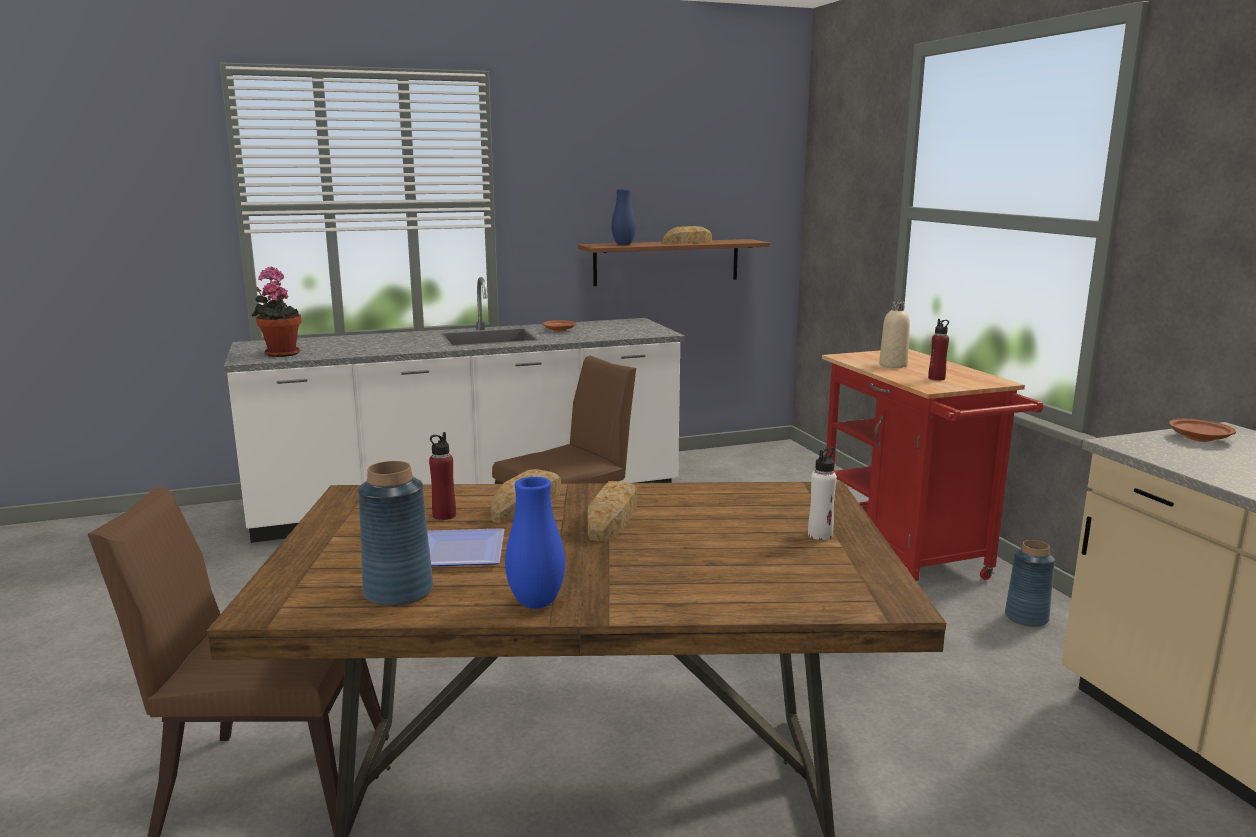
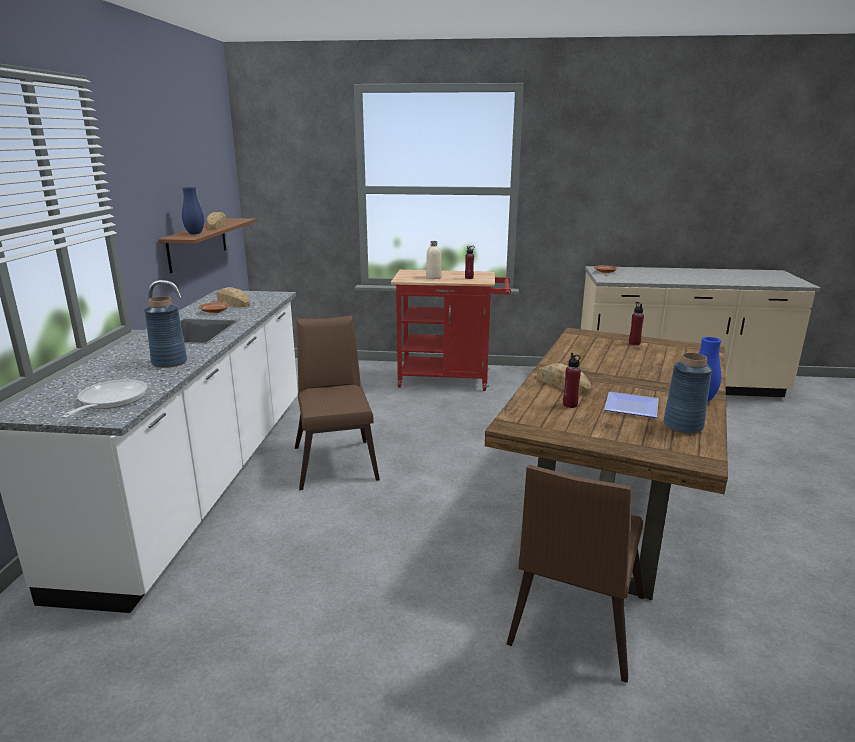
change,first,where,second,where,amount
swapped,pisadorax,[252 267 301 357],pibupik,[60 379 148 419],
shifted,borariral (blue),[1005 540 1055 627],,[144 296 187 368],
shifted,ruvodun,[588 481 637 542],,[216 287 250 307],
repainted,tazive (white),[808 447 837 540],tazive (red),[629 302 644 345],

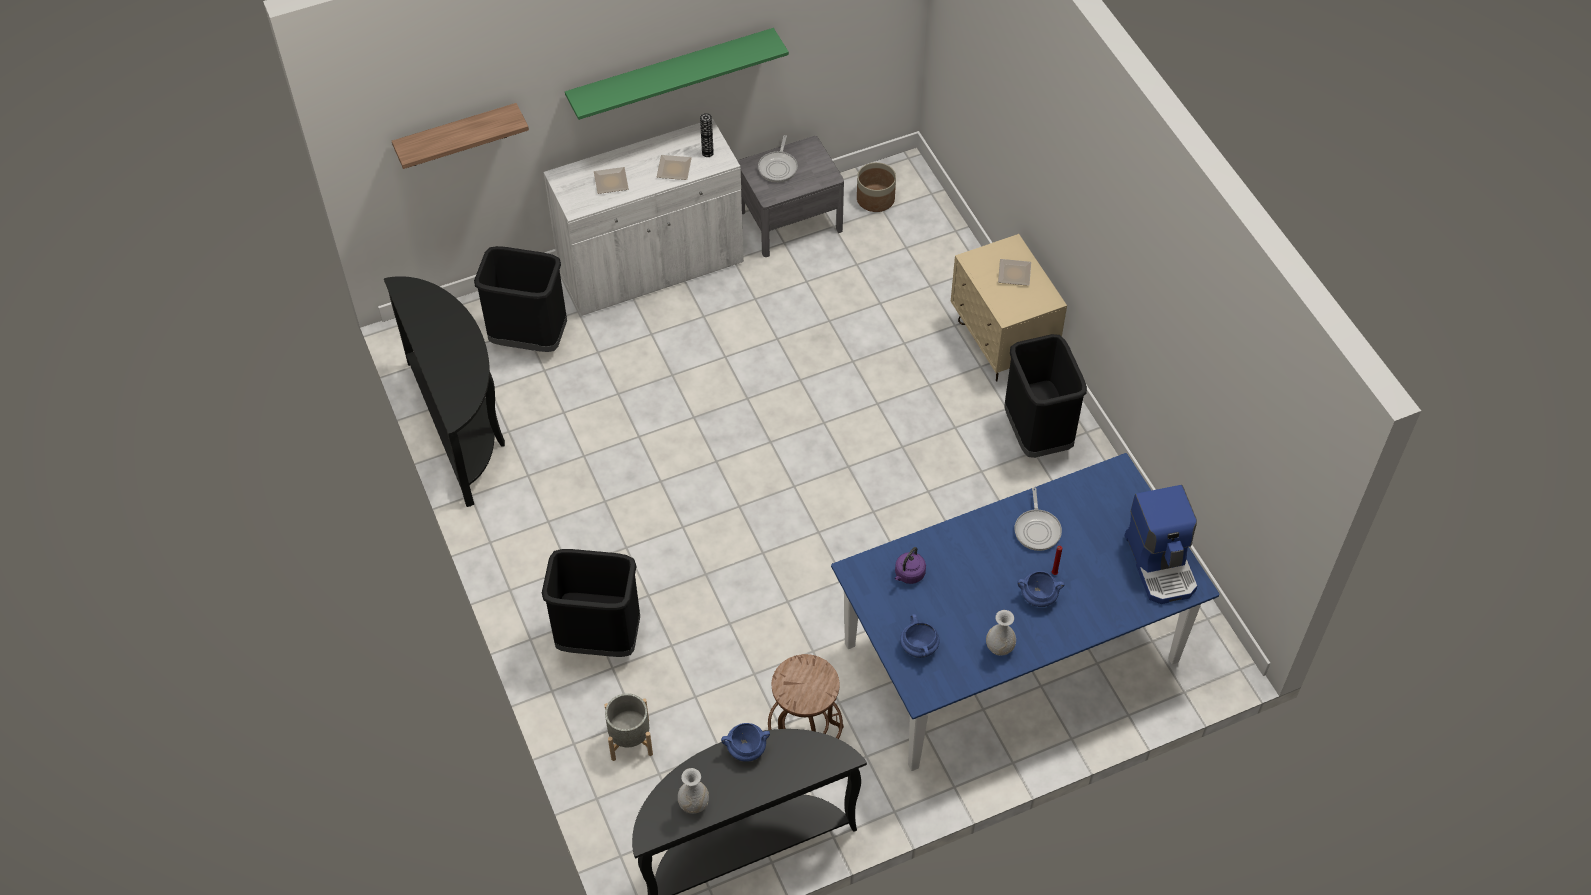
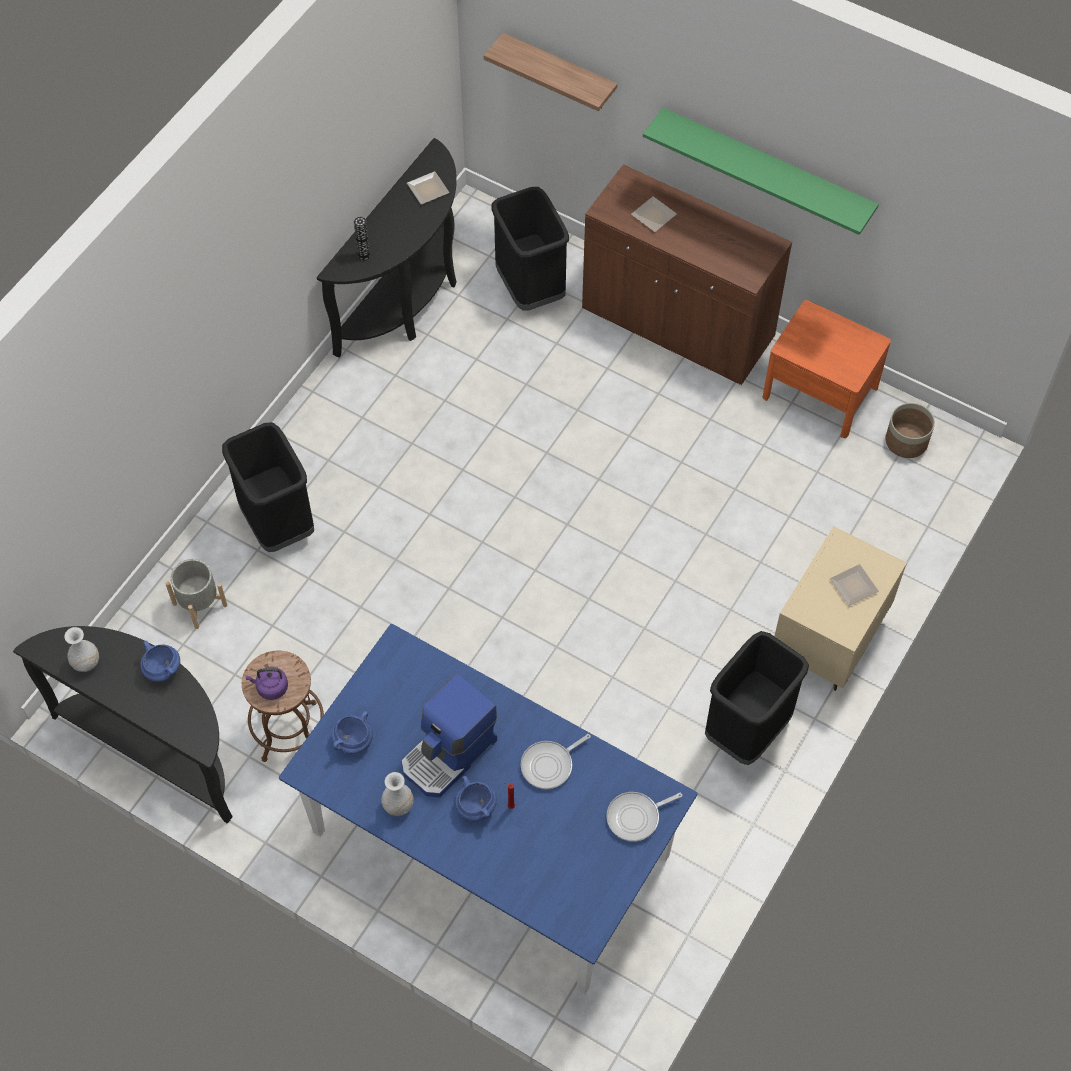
change,first,where,second,where,amount
shifted,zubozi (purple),[895 547 926 584],,[245 667 288 700],
shifted,borariral,[700 113 714 157],,[354 217 370 261],
shifted,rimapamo,[1125 485 1198 604],,[401 673 497 797],
shifted,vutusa,[657 155 692 180],,[407 171 449 205],
repainted,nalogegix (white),[543 119 744 316],nalogegix (brown),[582 164 792 385],
shifted,pibupik,[758 135 798 183],,[607 792 682 842],
repainted,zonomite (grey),[738 136 844 257],zonomite (orange),[763 300 891 438],

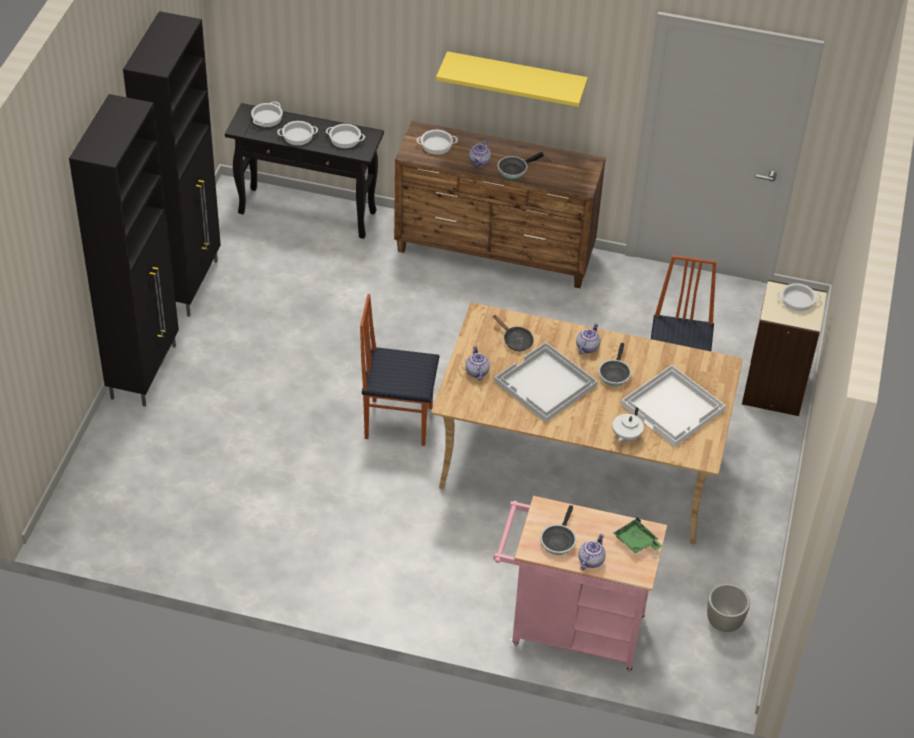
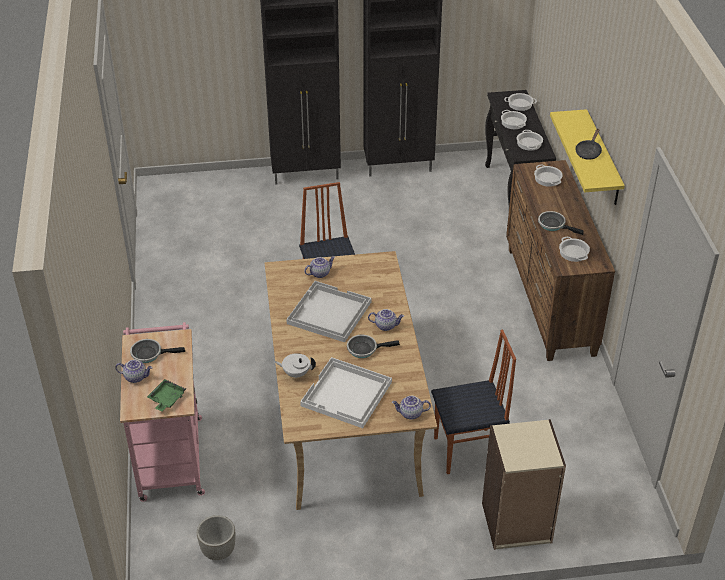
change,first,where,second,where,amount
shifted,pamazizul,[469 140 491 167],,[392 396 431 420],
shifted,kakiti,[777 283 821 312],,[559 237 590 262],
shifted,pibupik (black),[493 315 534 351],,[575 128 602 160],

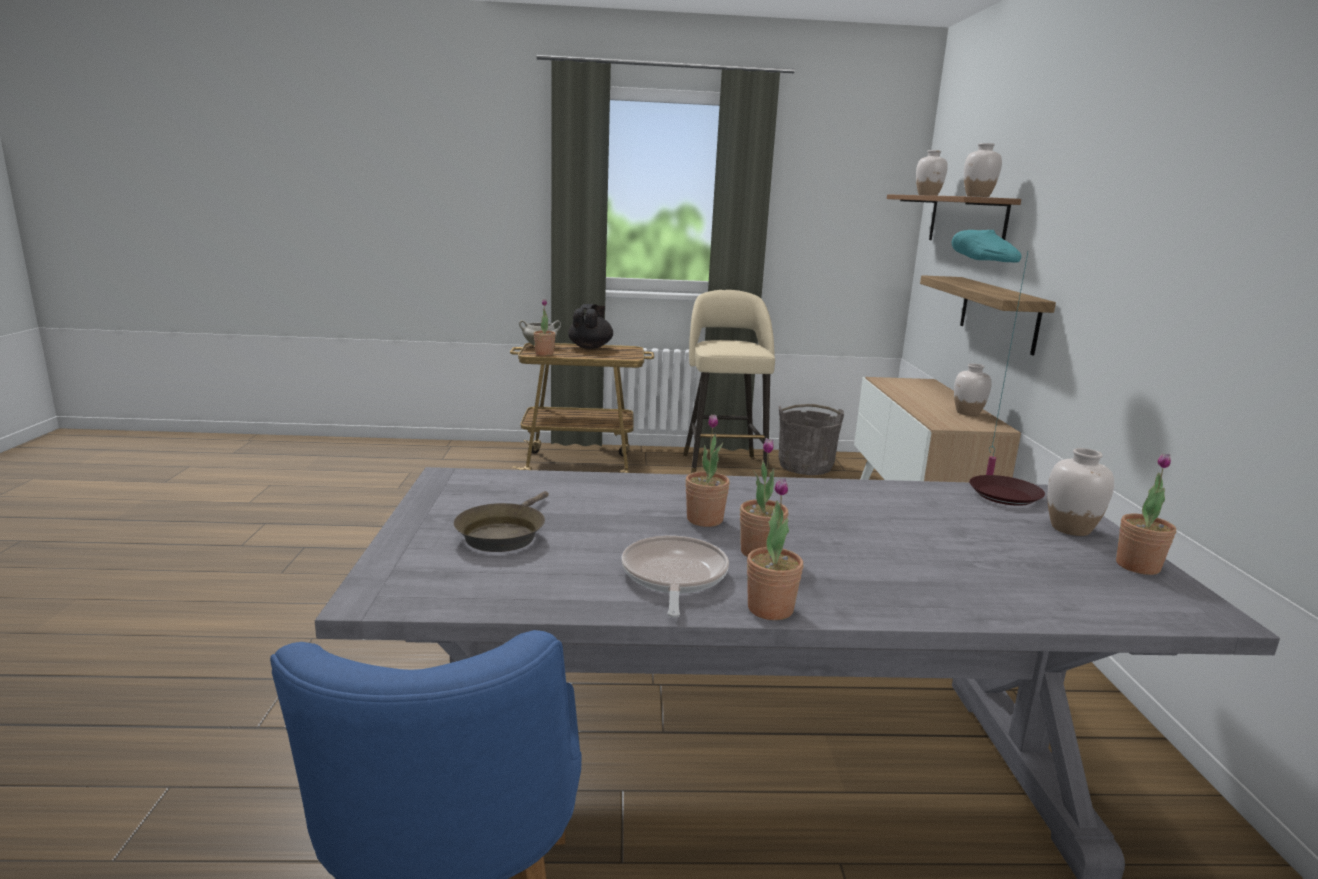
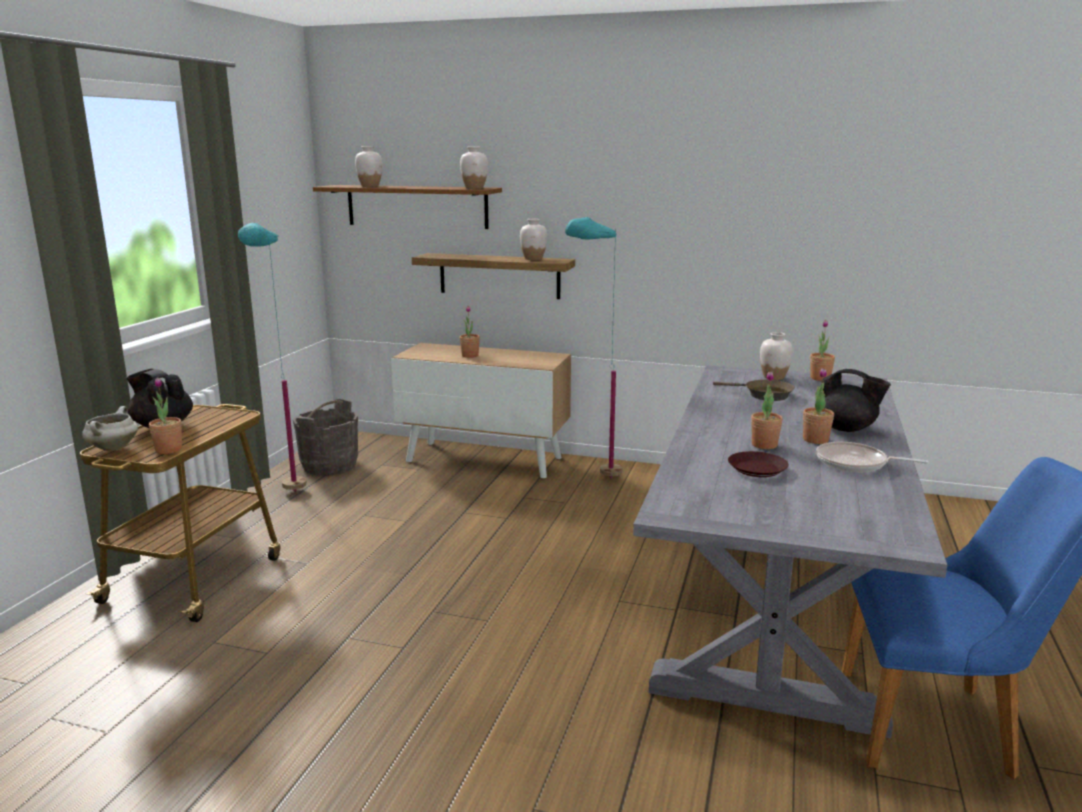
change,first,where,second,where,amount
swapped,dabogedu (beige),[683 290 775 477],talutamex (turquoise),[238 223 307 492],
shifted,pisadorax,[747 478 803 620],,[460 306 480 358],
shifted,borariral (white),[954 364 992 416],,[520 219 547 260],
shifted,pibupik (brown),[454 491 549 552],,[713 380 795 401],
shifted,vutusa (brown),[969 475 1045 506],,[728 451 789 477],
new,,,pamazizul (black),[822 369 891 432],

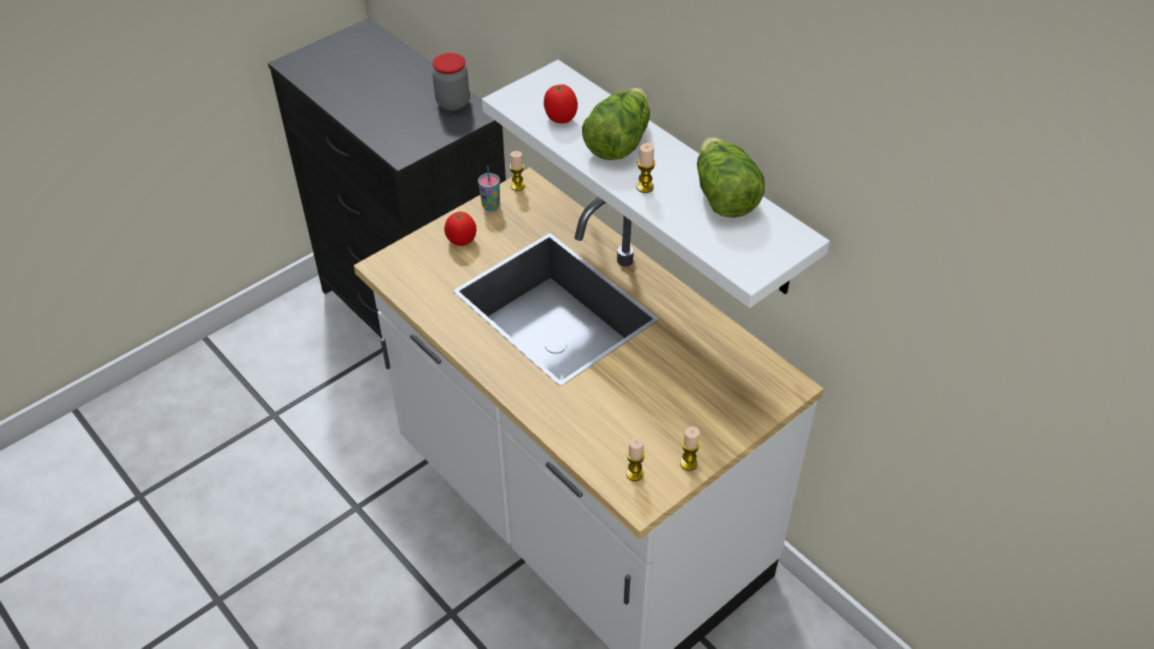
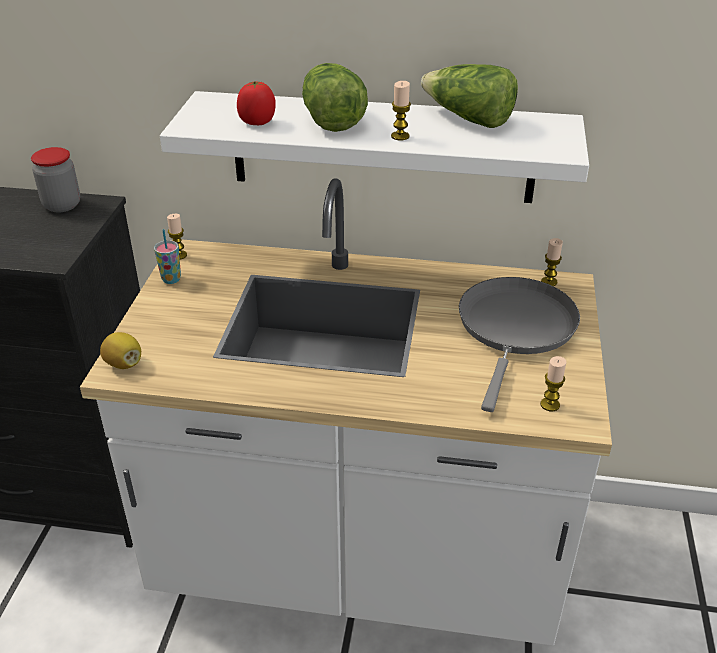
change,first,where,second,where,amount
new,,,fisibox,[100 332 141 369],
new,,,pibupik (grey),[459 277 580 412],
shifted,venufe,[680 426 700 471],,[541 238 563 286],
gone,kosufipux,[444 212 476 246],,,

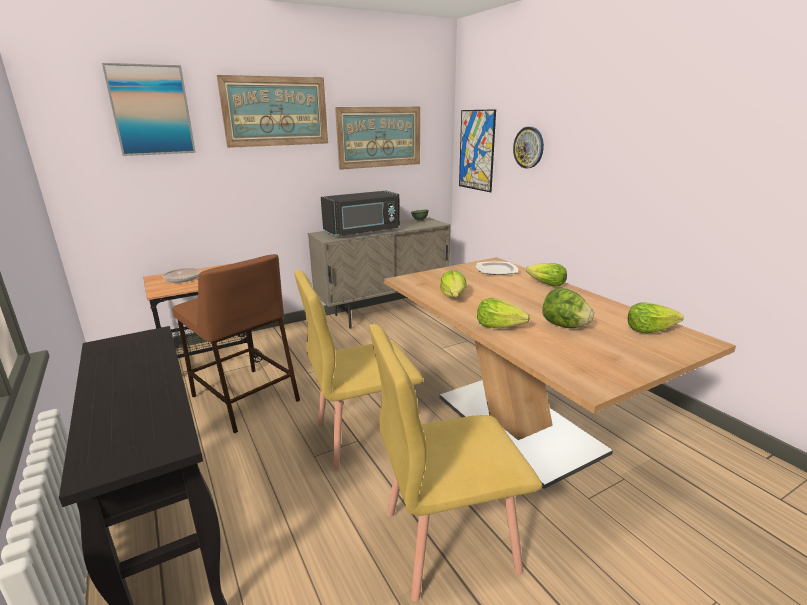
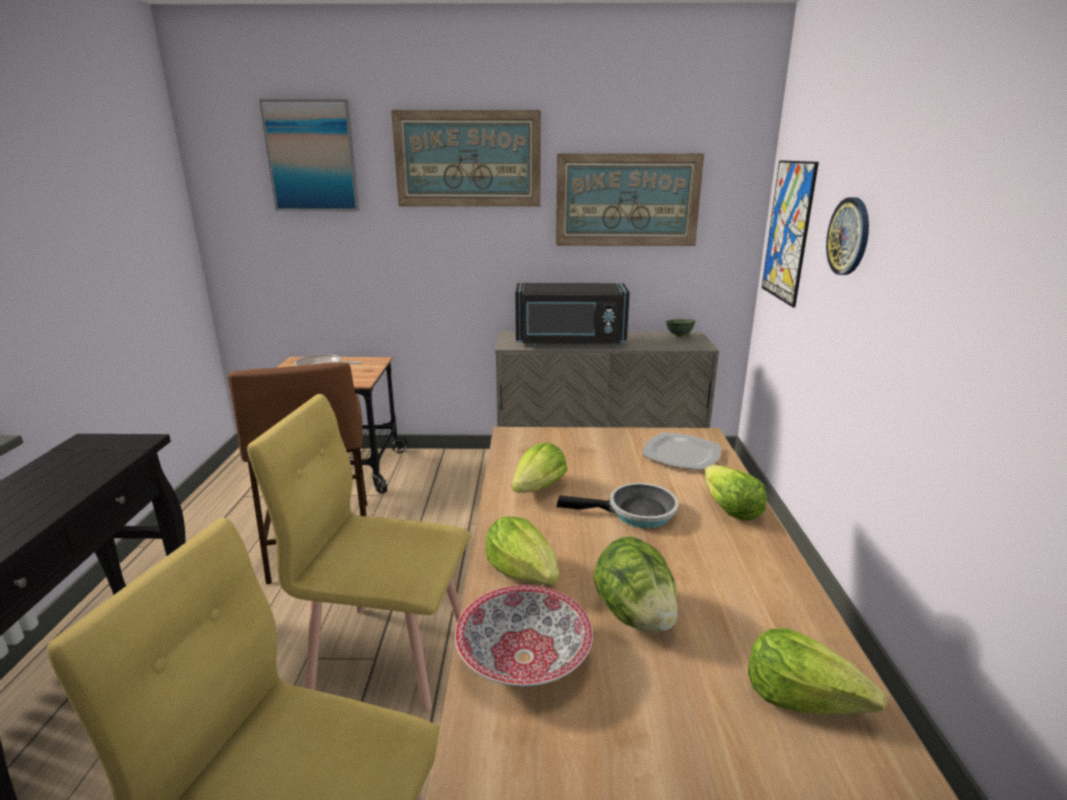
change,first,where,second,where,amount
new,,,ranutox,[455 585 593 687],
new,,,pibupik,[556 483 679 528],

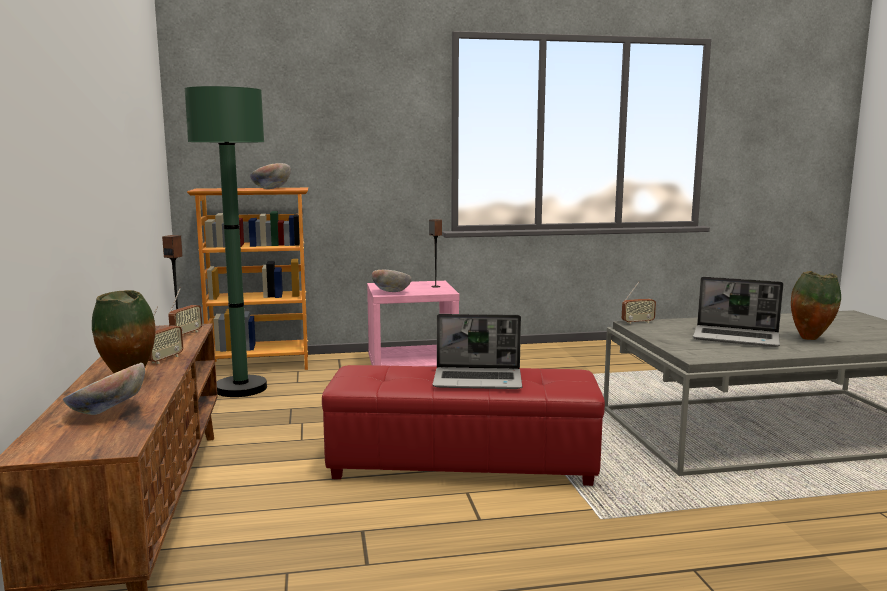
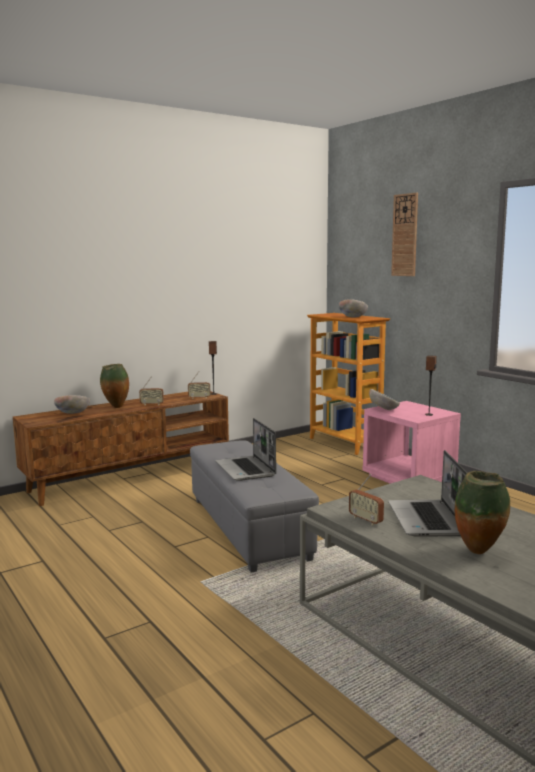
change,first,where,second,where,amount
repainted,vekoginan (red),[322 365 605 486],vekoginan (grey),[190 440 319 572],
shifted,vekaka,[622 282 656 324],,[349 474 384 526],
new,,,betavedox,[391 193 418 276],
gone,talutamex (green),[185 86 267 397],,,

